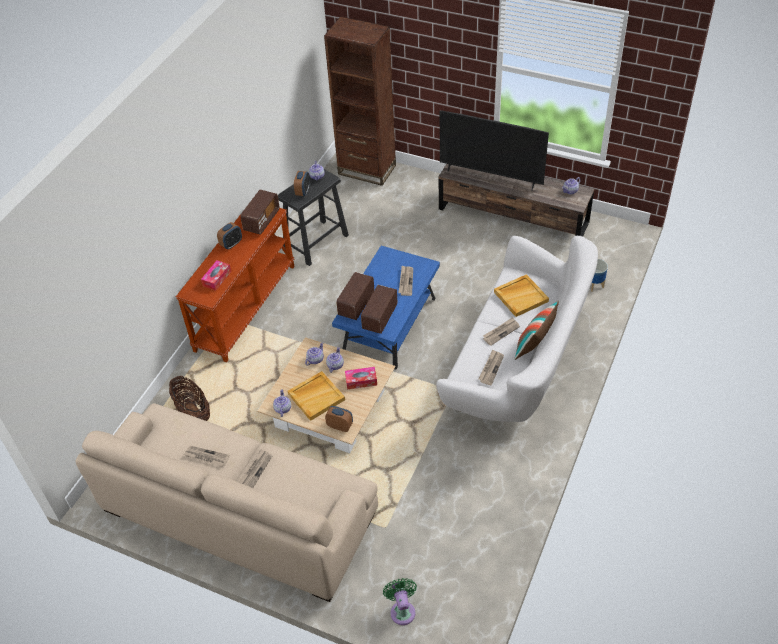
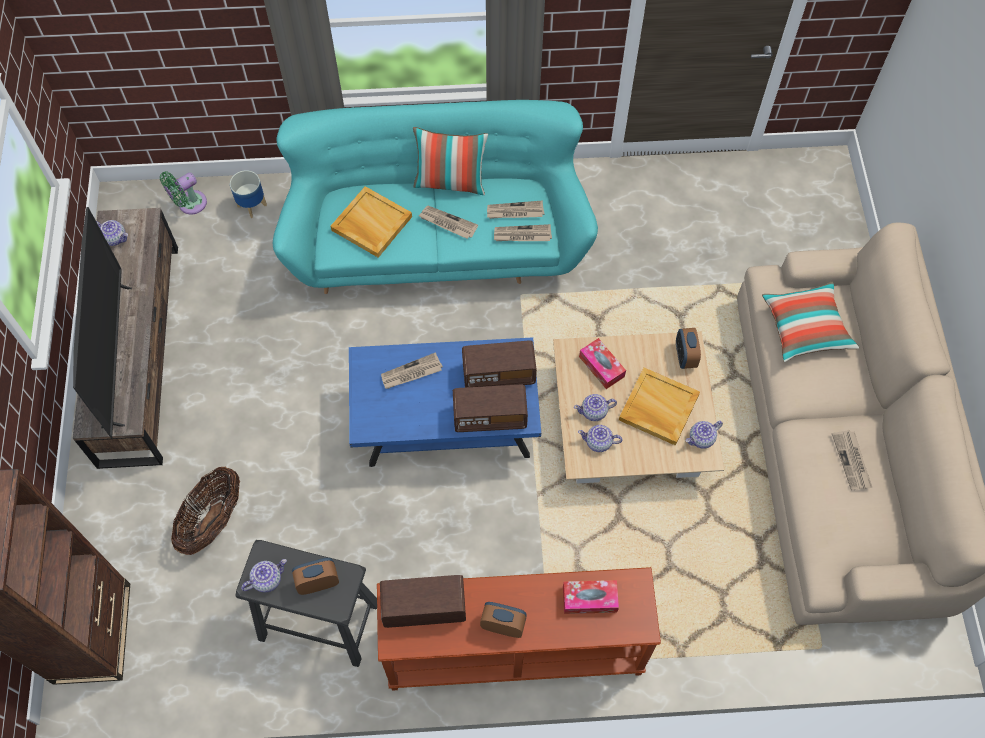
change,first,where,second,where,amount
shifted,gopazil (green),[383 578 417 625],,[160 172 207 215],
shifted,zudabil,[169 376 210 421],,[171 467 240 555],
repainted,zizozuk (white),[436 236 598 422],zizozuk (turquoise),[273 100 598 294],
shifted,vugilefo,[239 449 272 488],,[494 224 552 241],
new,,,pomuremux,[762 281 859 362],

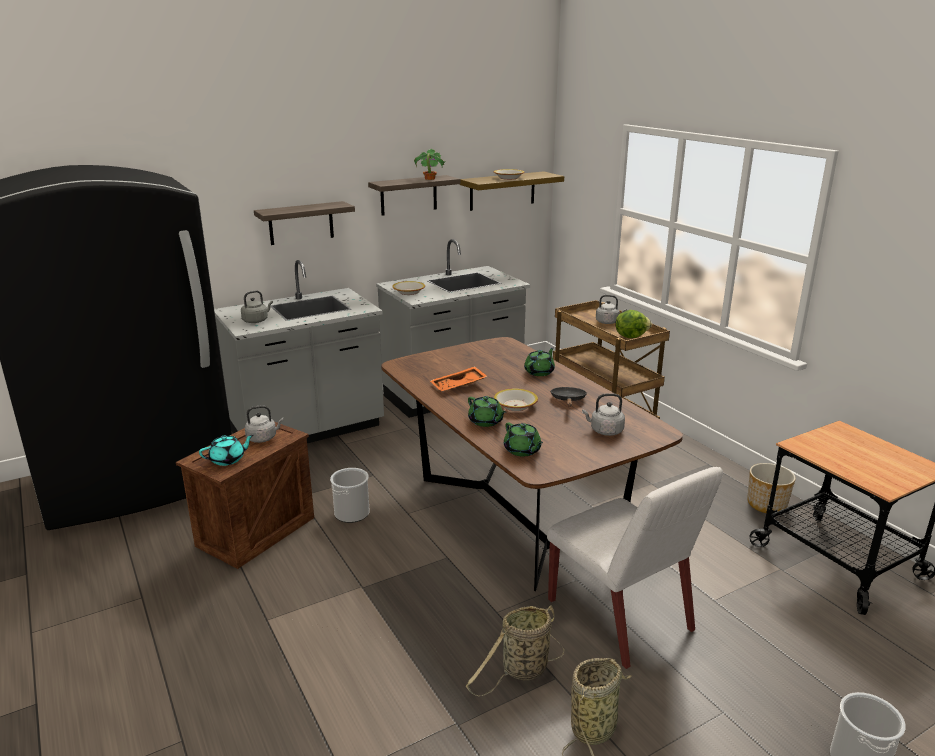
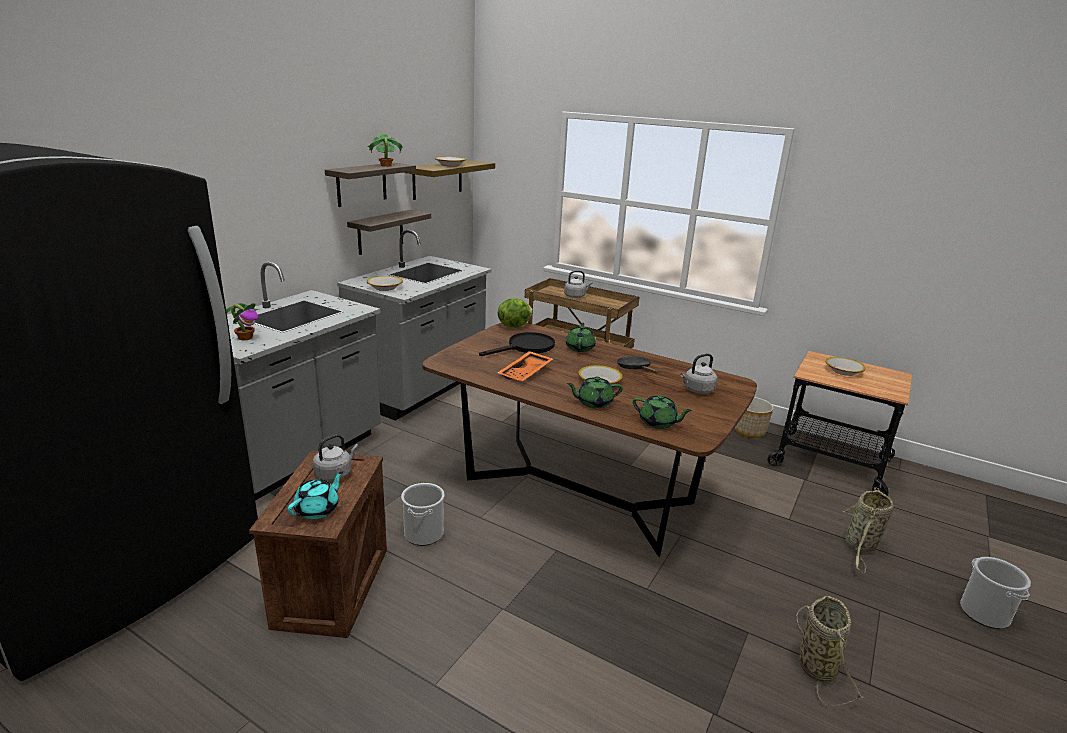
change,first,where,second,where,amount
swapped,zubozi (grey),[241 290 273 323],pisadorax,[226 303 259 340],
shifted,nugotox,[254 201 355 245],,[347 210 431 255],
new,,,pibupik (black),[479 332 555 356],
shifted,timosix,[616 310 652 338],,[498 298 533 328],
rotated,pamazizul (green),[468 396 506 427],,[567 377 623 408],150 degrees clockwise
new,,,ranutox,[825 357 866 376],
shifted,zudabil,[466 605 564 696],,[843 487 894 573],
gone,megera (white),[547 467 723 669],,,

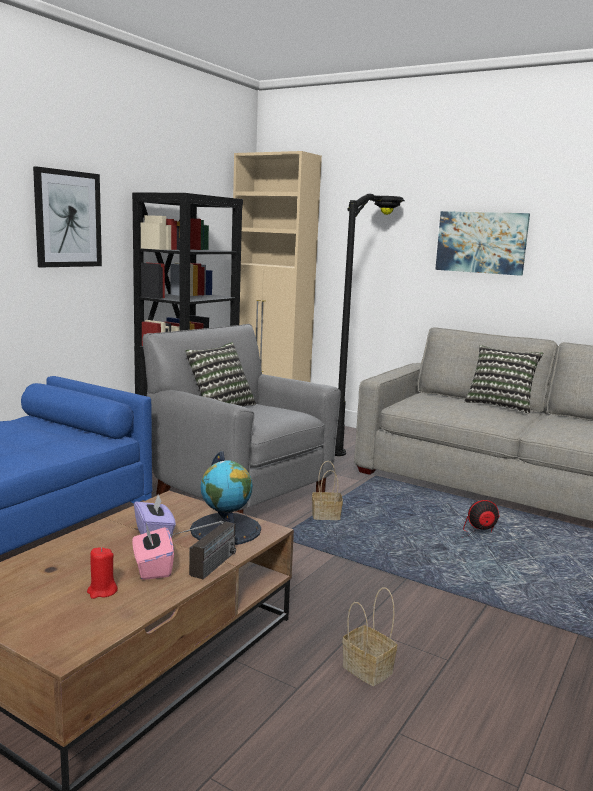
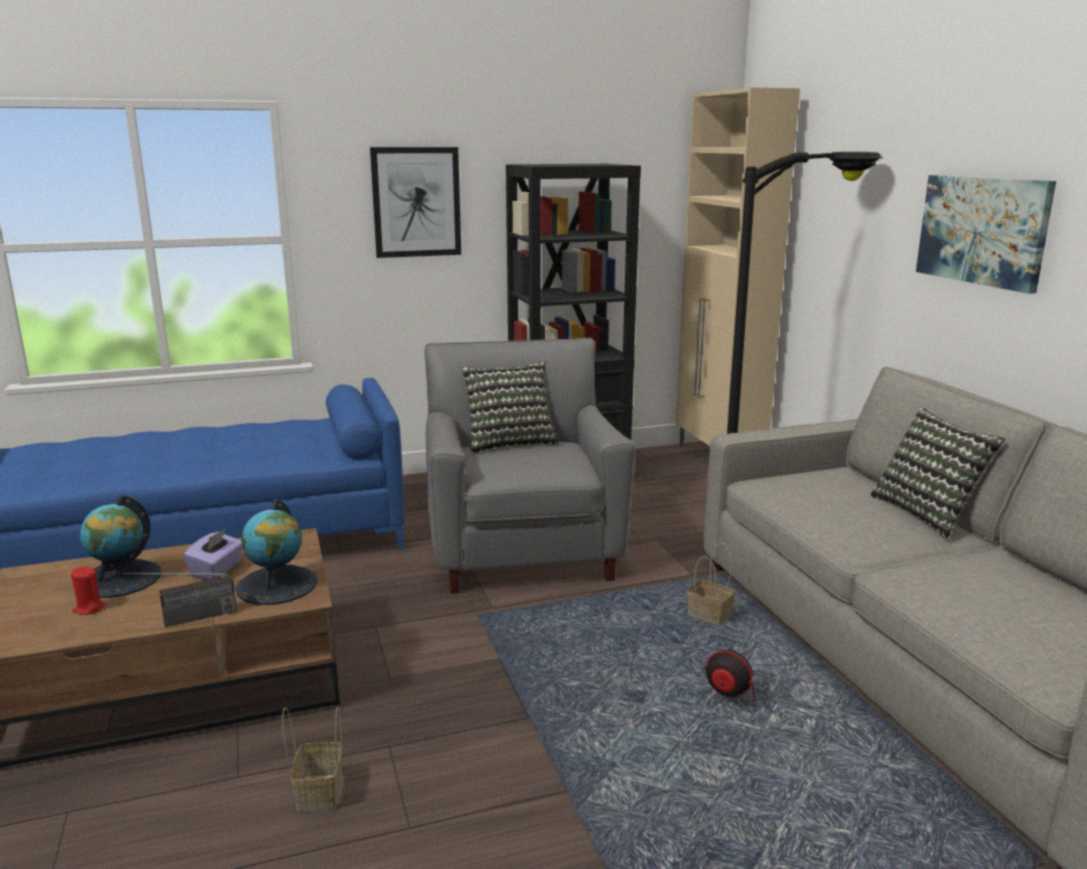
change,first,where,second,where,amount
new,,,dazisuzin,[80 495 161 598],
shifted,zudabil,[312 461 343 520],,[687 543 735 625],
gone,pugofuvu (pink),[132 523 174 580],,,

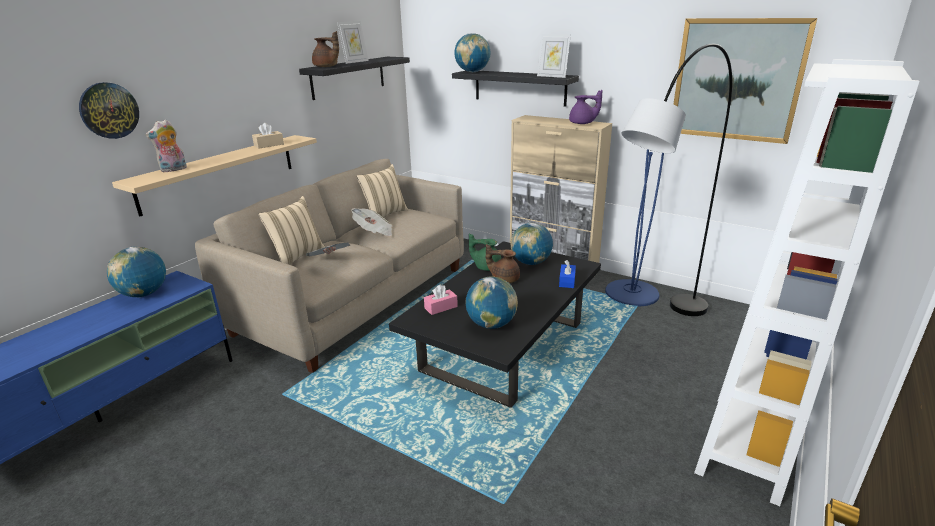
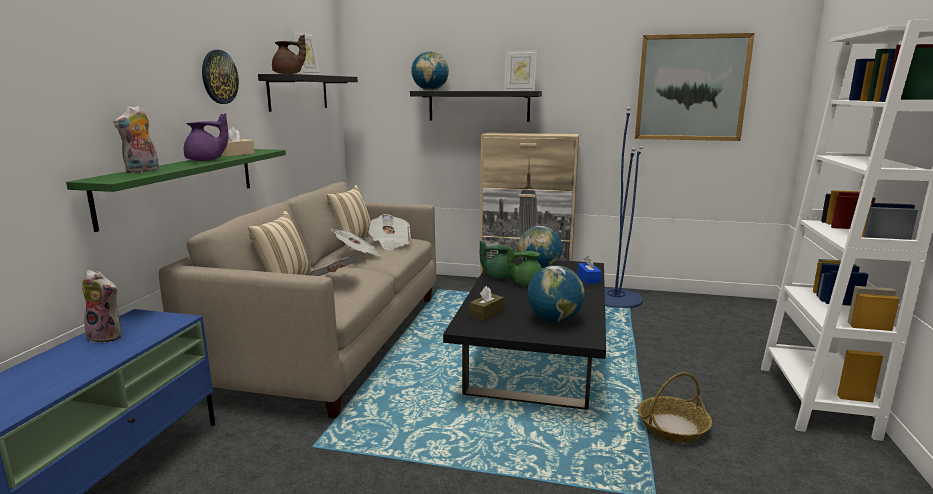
change,first,where,second,where,amount
repainted,nugotox (beige),[112 135 317 217],nugotox (green),[66 149 286 232],
swapped,dazisuzin,[107 247 166 297],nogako,[82 270 122 343],
shifted,pamazizul (purple),[569 90 603 124],,[184 113 228 161],
shifted,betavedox,[79 82 139 139],,[202 50 239 104],
new,,,vugilefo,[368 214 411 250],
repainted,pugofuvu (pink),[424 285 458 315],pugofuvu (brown),[470 286 504 321],
repainted,pamazizul (brown),[486 244 520 283],pamazizul (green),[507 247 542 286],
new,,,zudabil,[638 372 712 443],
gone,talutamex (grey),[622 44 732 316],,,

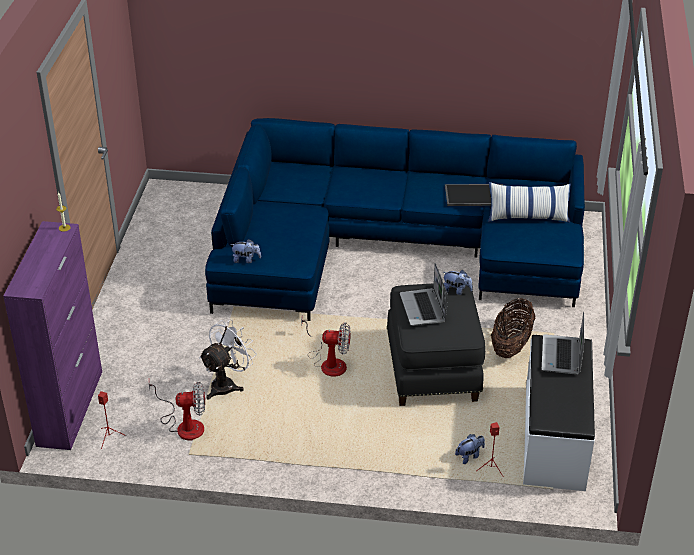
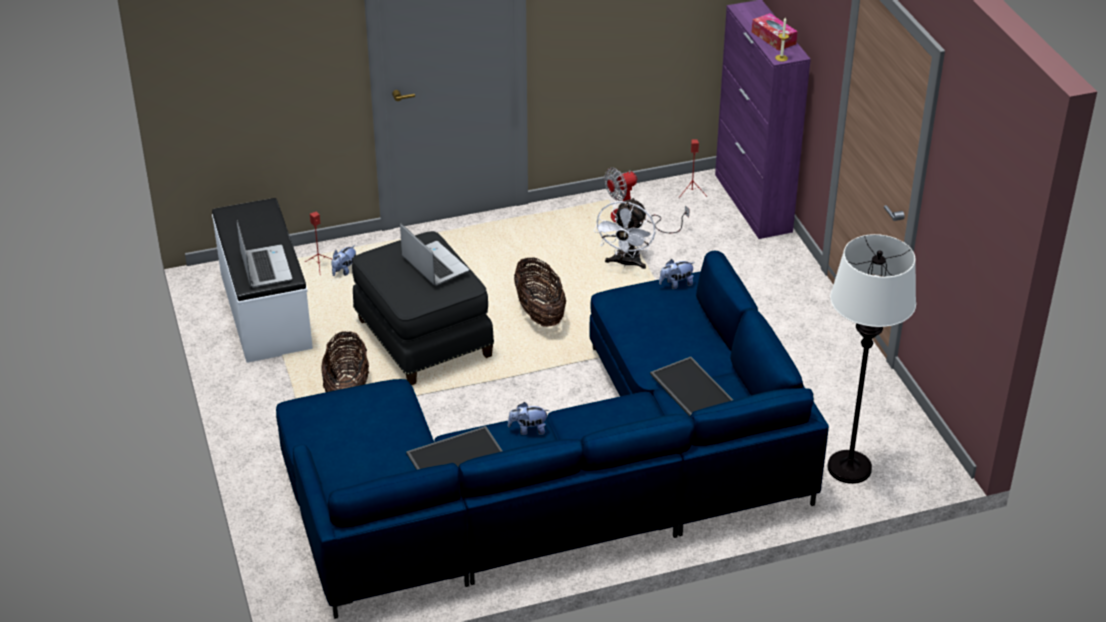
change,first,where,second,where,amount
shifted,nogako,[443 270 473 295],,[507 402 549 435],
swapped,gopazil,[301 316 351 377],zudabil,[514 257 566 327],
new,,,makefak,[650 356 733 416],
new,,,pugofuvu,[752 13 798 51],
new,,,talutamex (white),[827 234 916 484],
gone,pomuremux,[488 182 571 223],,,

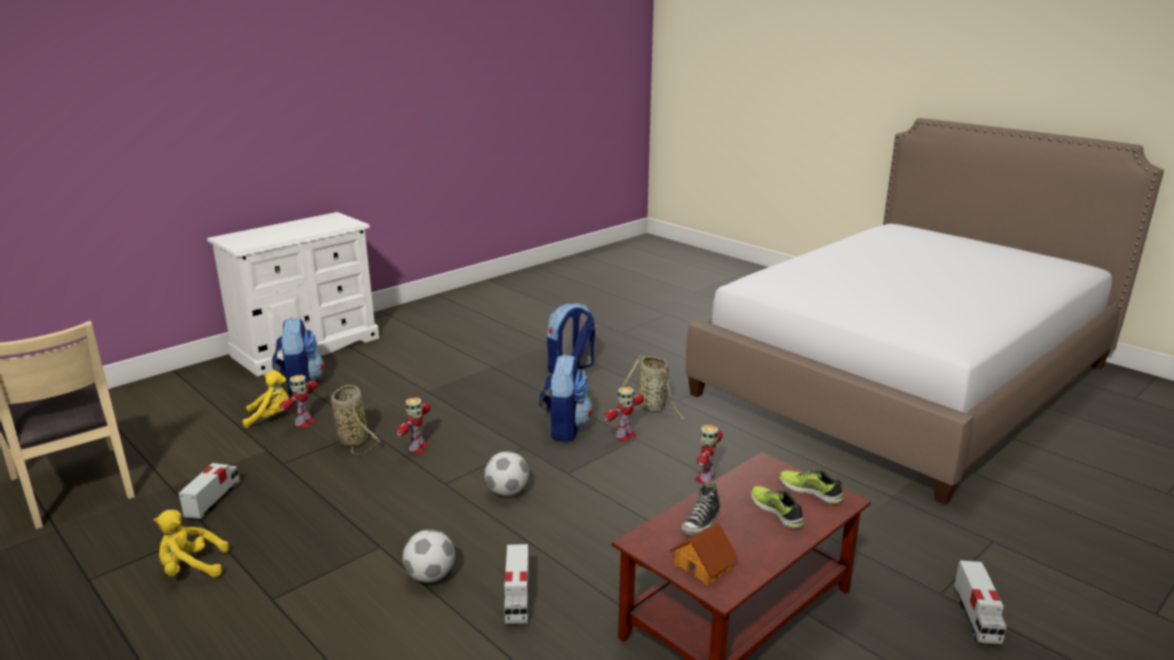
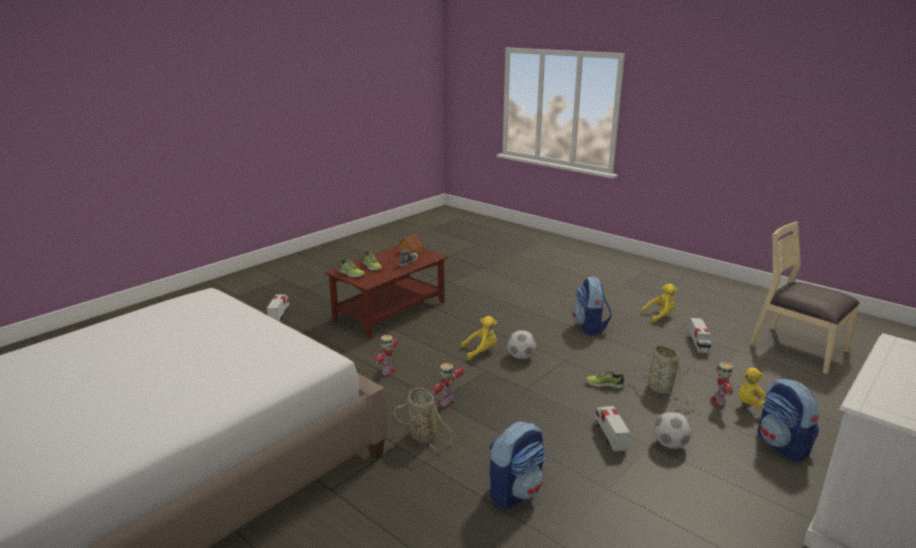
change,first,where,second,where,amount
new,,,nogako (yellow),[461 316 497 359],
shifted,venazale,[539 354 593 442],,[572 276 612 336],
swapped,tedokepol,[396 398 431 453],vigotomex,[586 371 625 388],
shifted,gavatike,[504 544 529 624],,[595 406 630 452],
shifted,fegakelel,[403 529 455 583],,[654 412 692 449],

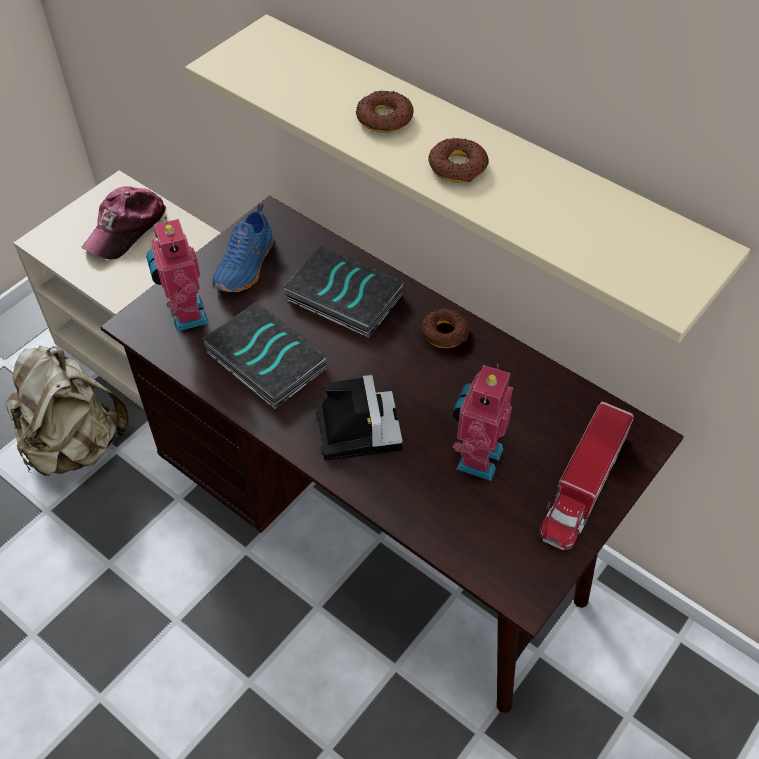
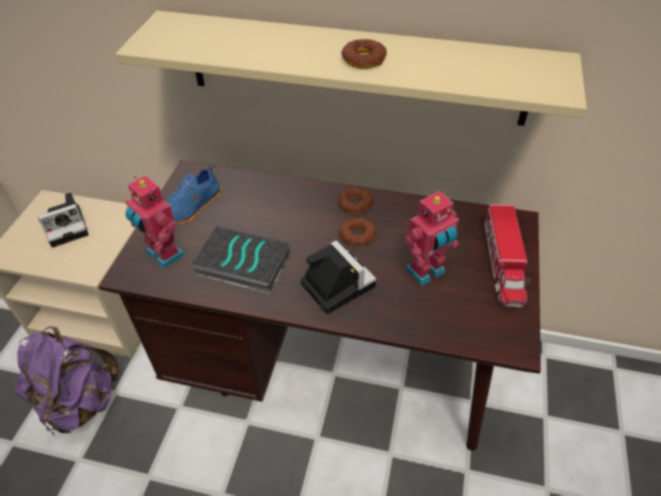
change,first,where,second,where,amount
repainted,venazale (beige),[6 346 130 476],venazale (purple),[15 326 119 436],
swapped,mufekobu,[82 186 166 259],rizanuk,[38 192 89 248],
rotated,vigotomex (blue),[212 203 274 292],,[166 164 221 225],45 degrees clockwise
shifted,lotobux,[356 90 414 133],,[339 217 376 246],
rotated,tedokepol,[452 364 513 481],,[405 191 459 286],120 degrees counterclockwise
gone,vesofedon,[283 246 404 338],,,

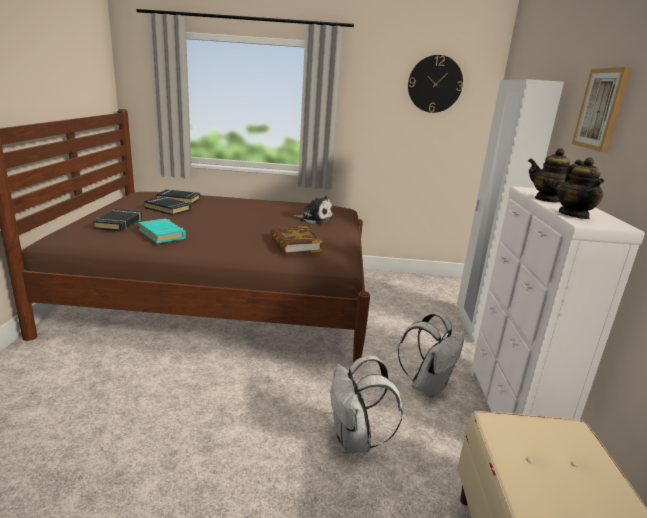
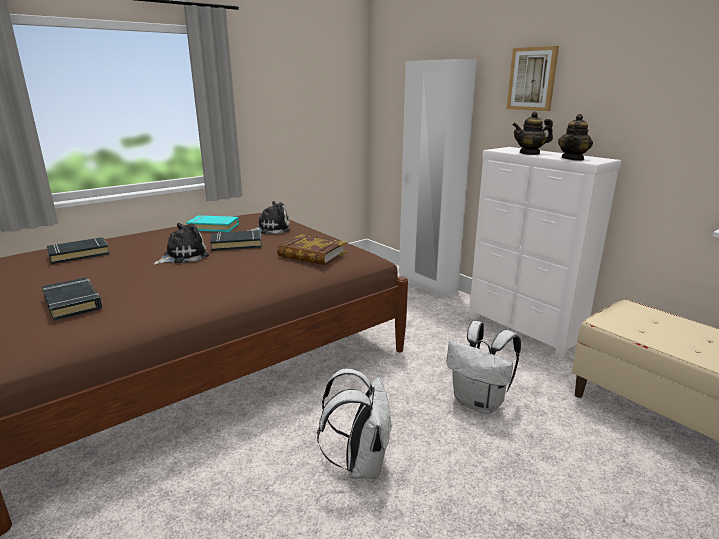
change,first,where,second,where,amount
new,,,nogako,[153 223 209 265],
shifted,vesofedon (turquoise),[138 218 186 243],,[186 215 239 232],
shifted,vesofedon (black),[144 197 191 215],,[210 230 262 251],
shifted,venazale (white),[398 313 465 398],,[317 369 392 479],
rotated,pamazizul,[557 157 604 219],,[558 114 593 161],75 degrees clockwise
gone,betavedox,[408 55 463 113],,,

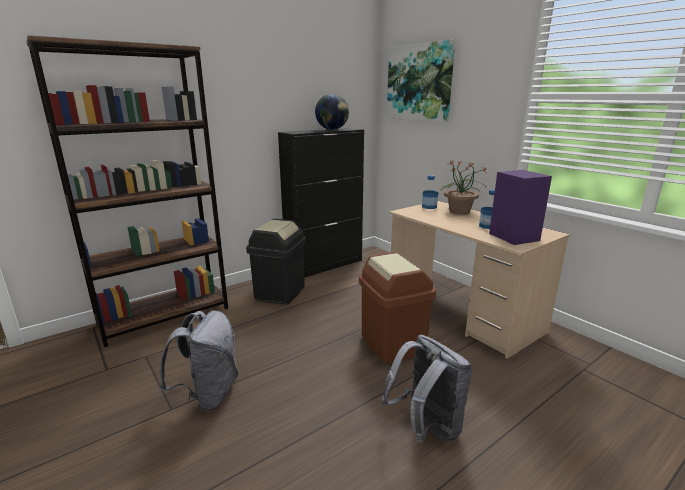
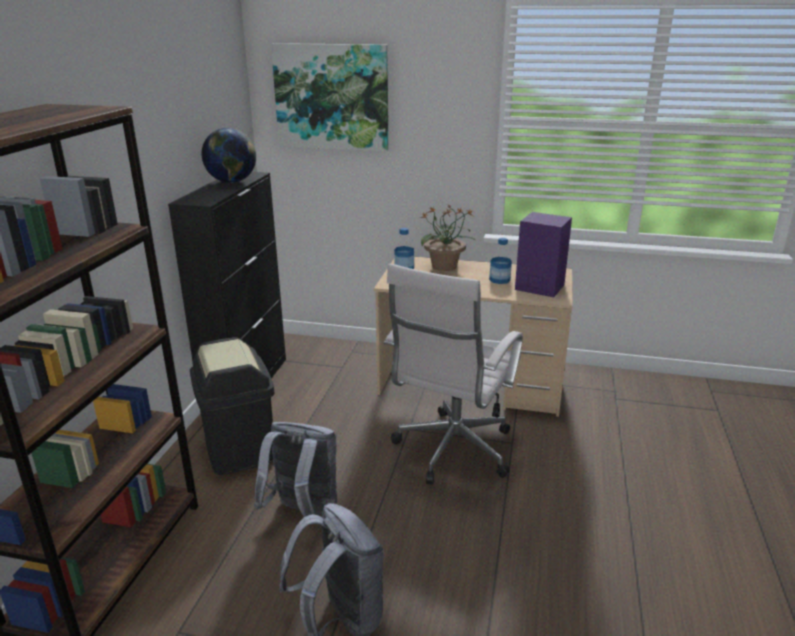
change,first,where,second,where,amount
shifted,venazale (grey),[381 334 472 443],,[254 422 337 517],
swapped,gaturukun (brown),[359 252 436 364],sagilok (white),[384 264 523 485],

